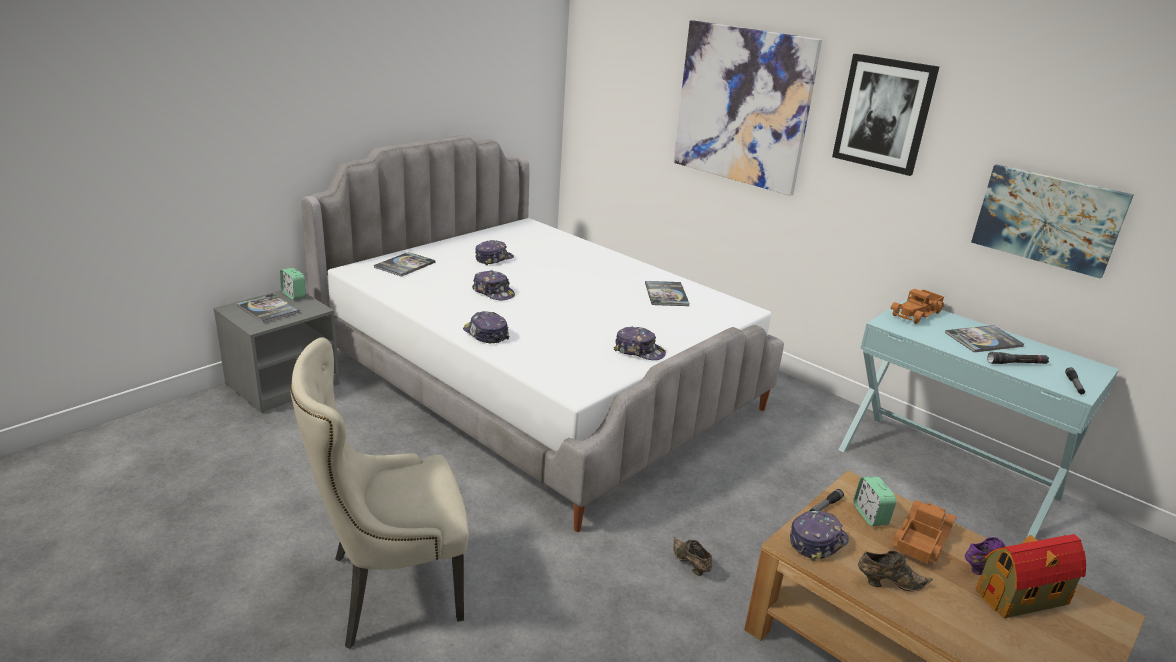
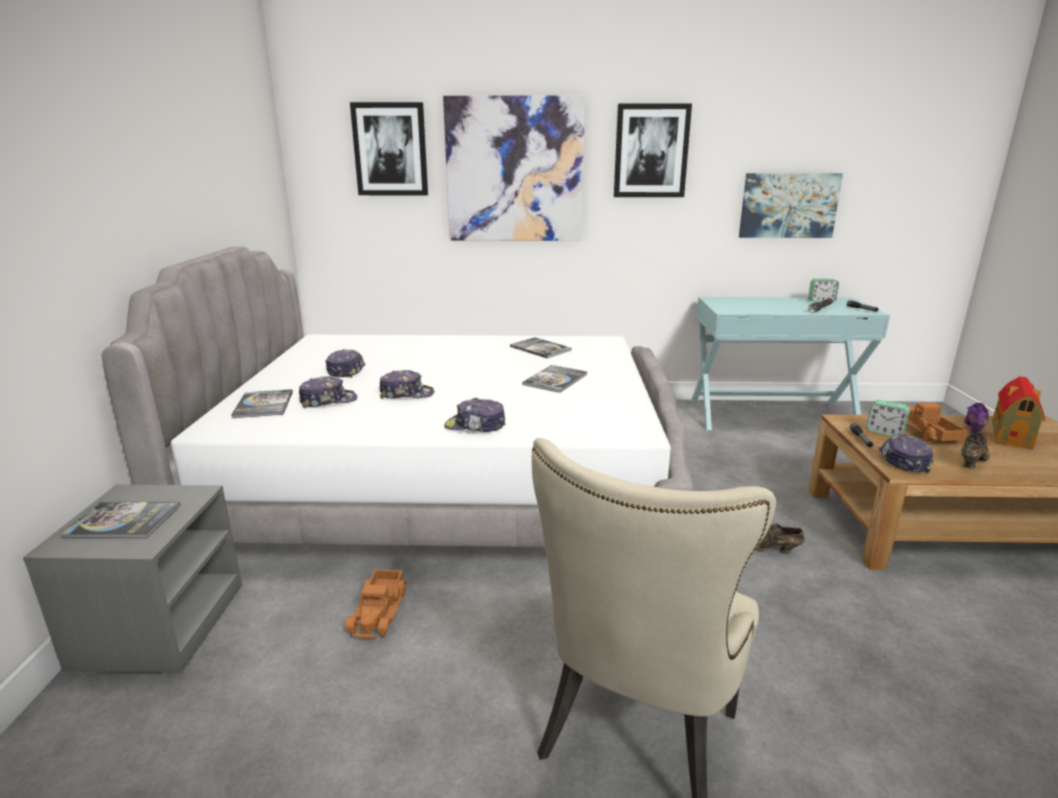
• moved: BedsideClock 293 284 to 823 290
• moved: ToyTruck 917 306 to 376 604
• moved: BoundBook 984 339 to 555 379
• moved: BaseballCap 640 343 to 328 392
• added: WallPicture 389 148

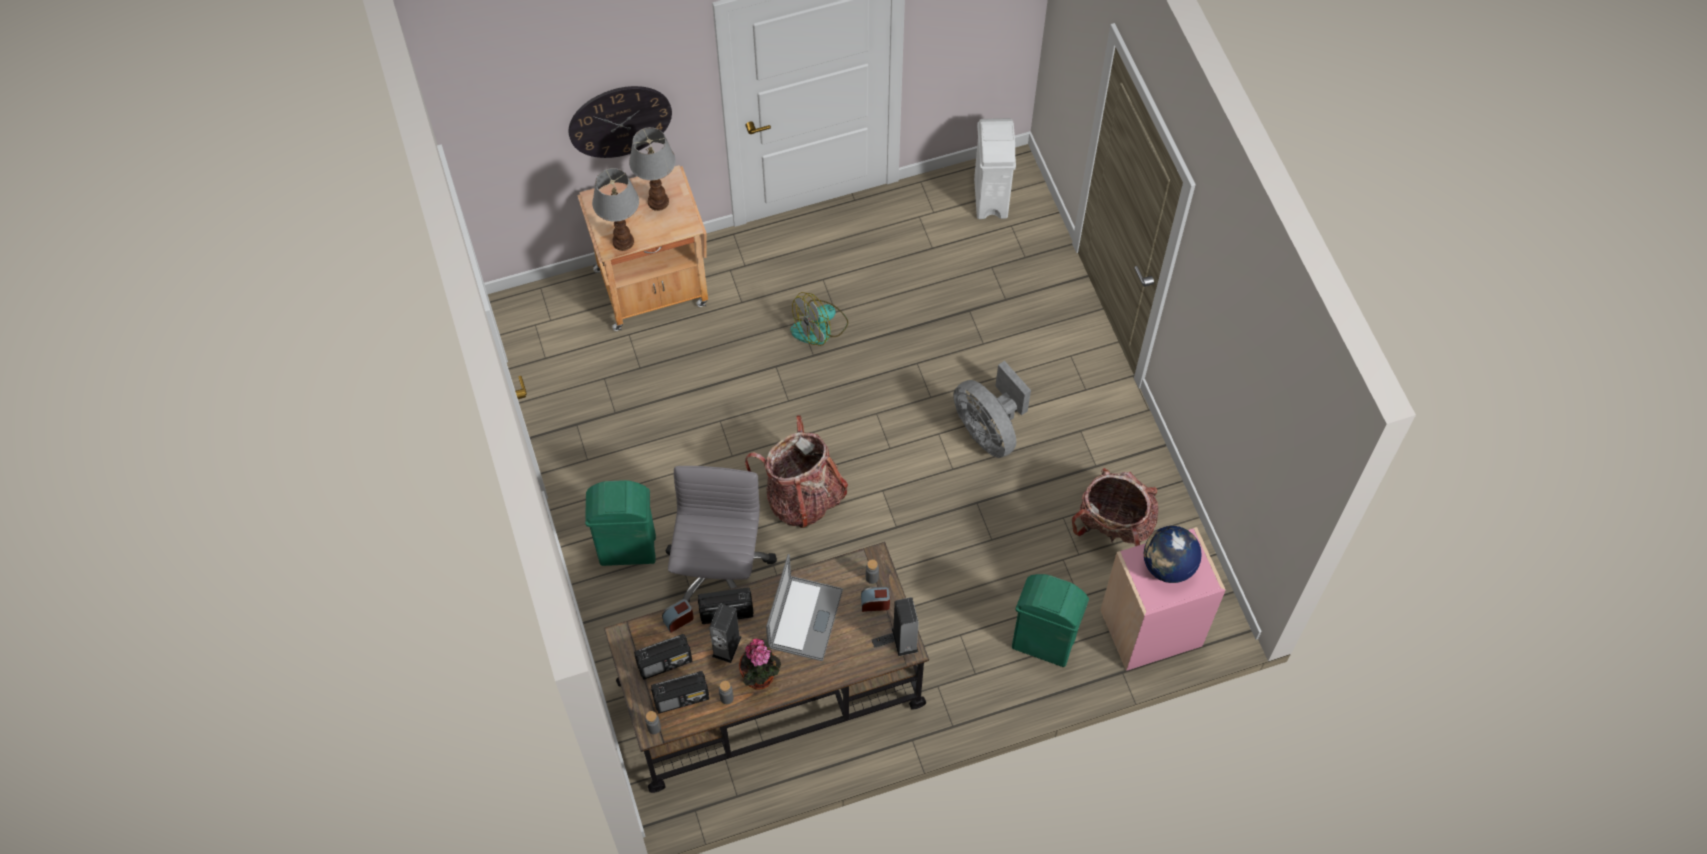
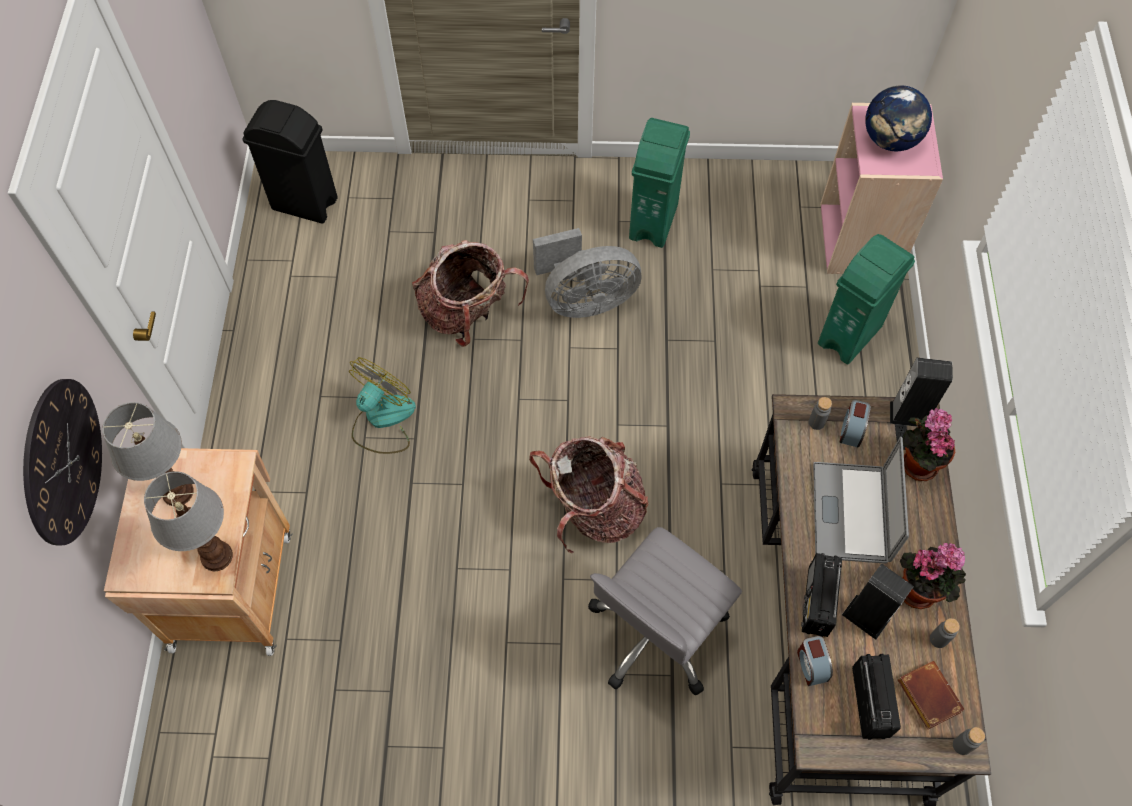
• recoloured: WhiteTrashCan 995 168 to BlackTrashCan 290 162
• turned: CoolingFan 819 319 = 382 405 135 degrees counterclockwise
• turned: GrayComputerChair 721 534 = 665 611 75 degrees counterclockwise
• moved: Backpack 1115 507 to 470 293
• moved: GreenColouredTrashCan 620 523 to 659 183
• turned: NotebookComputer 804 607 = 861 500 120 degrees counterclockwise
• replaced: RadioReceiver 680 692 to BrownBoundBook 931 695
• added: PottedPlant 929 444

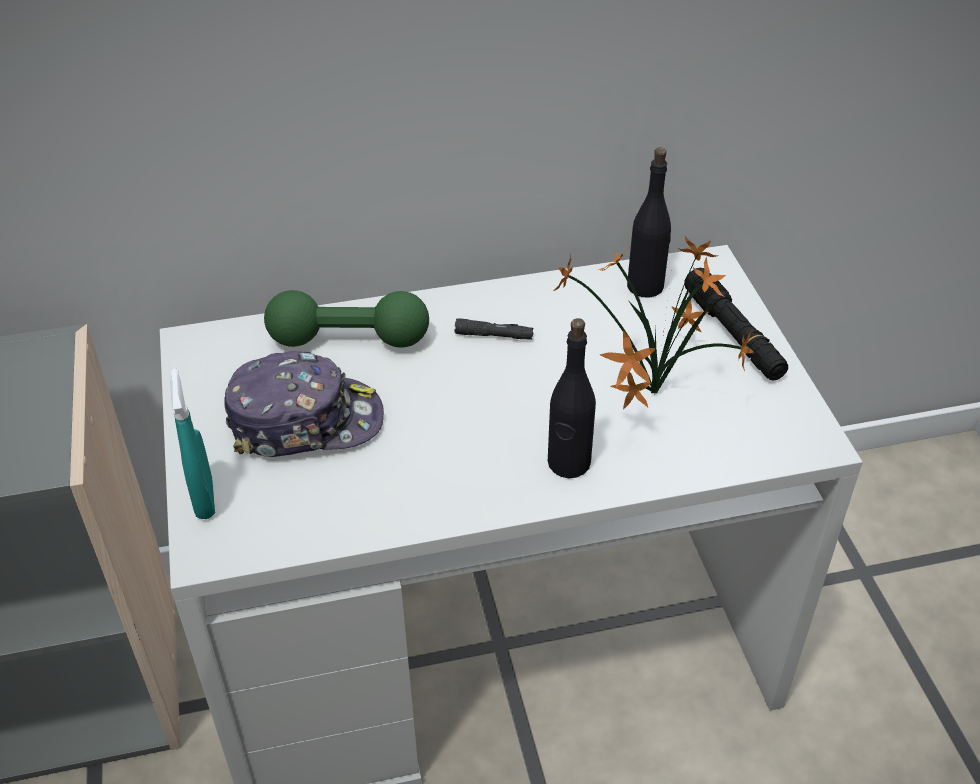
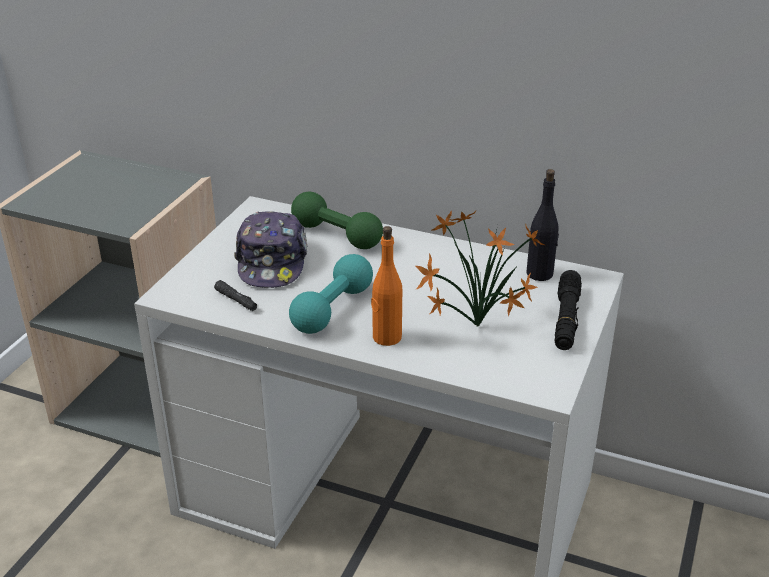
• moved: BlackTorch 494 329 to 235 295
• recoloured: BlackBottle 572 398 to OrangeBottle 386 286
• turned: BaseballCap 304 404 = 270 249 60 degrees clockwise
• removed: TurquoiseColouredHandSprayer 192 443
• added: TurquoiseColouredDumbbell 331 294

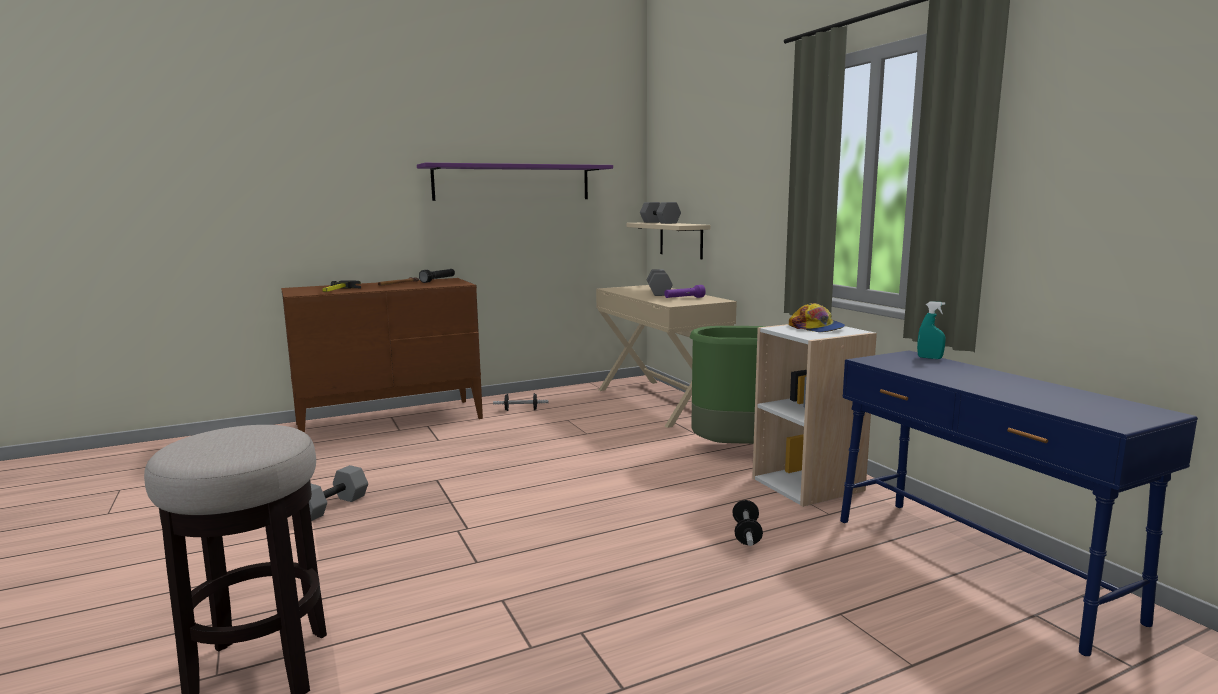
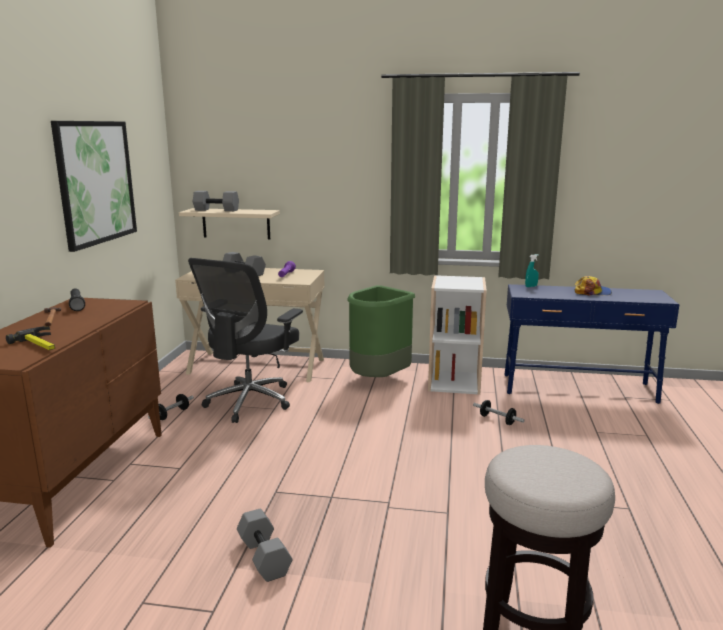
• replaced: PurpleColouredWallShelf 515 182 to WallPicture 94 186
• moved: BaseballCap 817 317 to 593 286
• added: ComputerChair 245 340

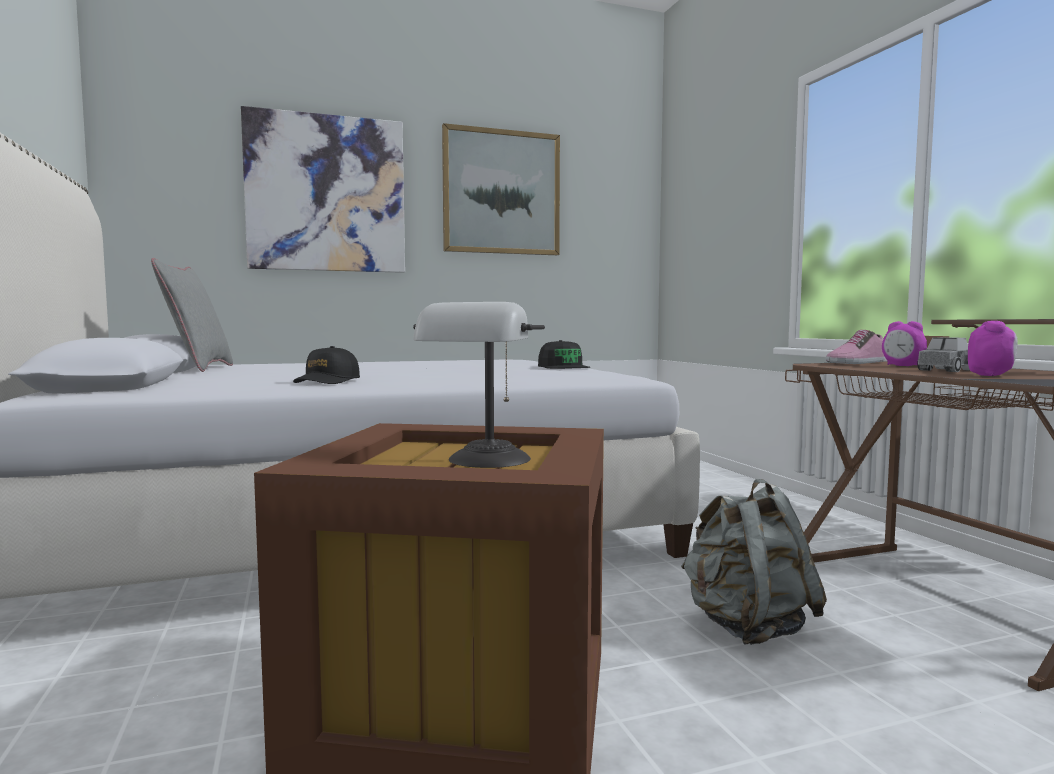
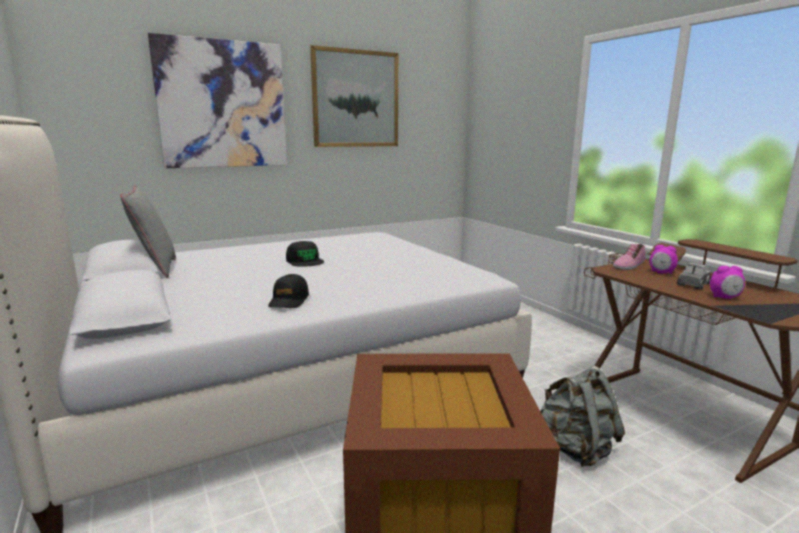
• removed: LampForATable 479 385
• turned: BedsideClock 993 348 = 727 282 75 degrees clockwise
• moved: BlackBaseballCap 564 354 to 305 254

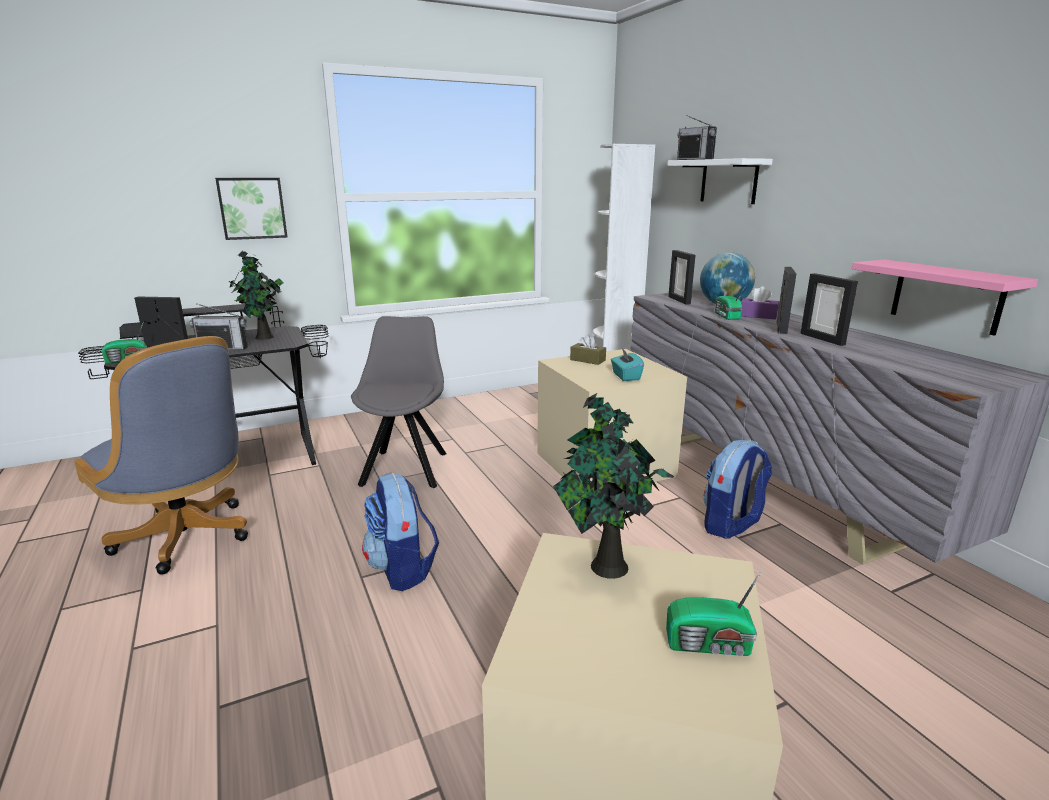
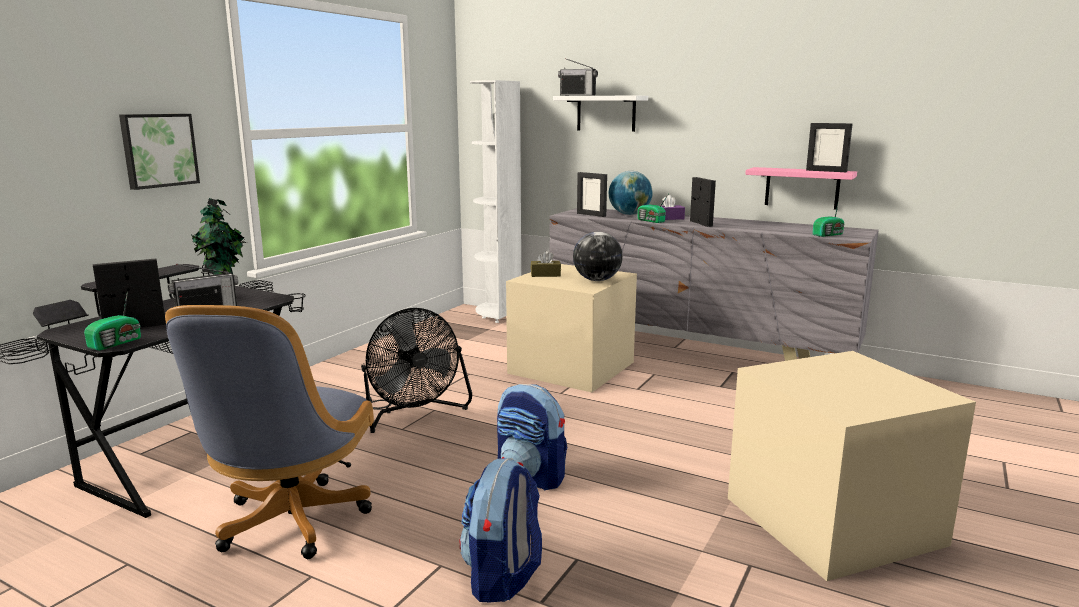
• moved: PictureFrame 829 309 to 829 147
• replaced: GrayChair 399 402 to BlackCoolingFan 416 370
• turned: BlueColouredComputerChair 161 455 = 269 432 90 degrees clockwise
• replaced: TurquoiseColouredTissueHolder 627 365 to WorldGlobe 598 256
• removed: PottedPlant 613 486
• moved: Backpack 738 489 to 501 530
• moved: RadioReceiver 714 613 to 828 219

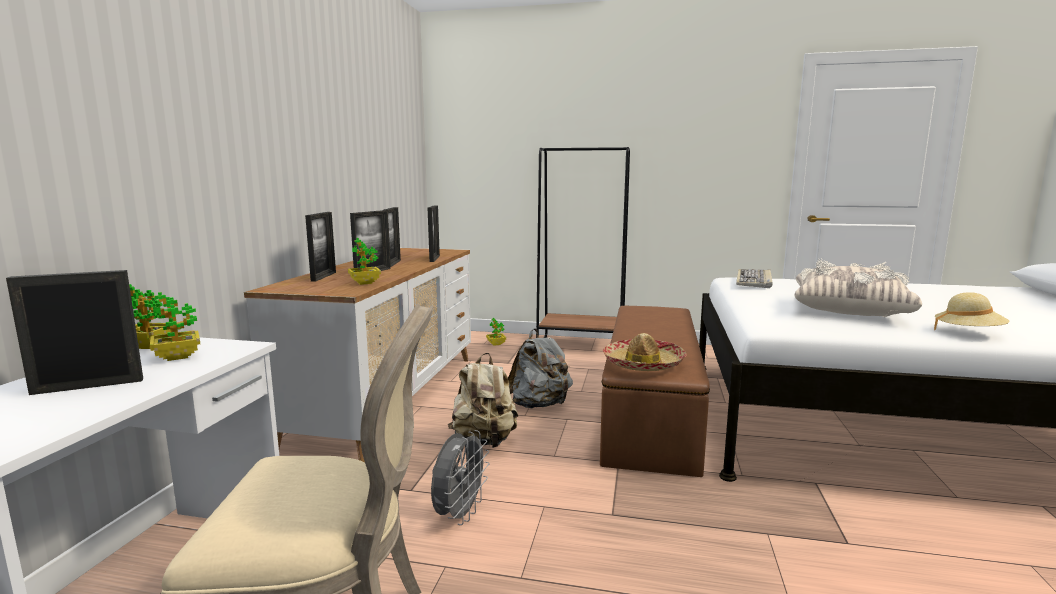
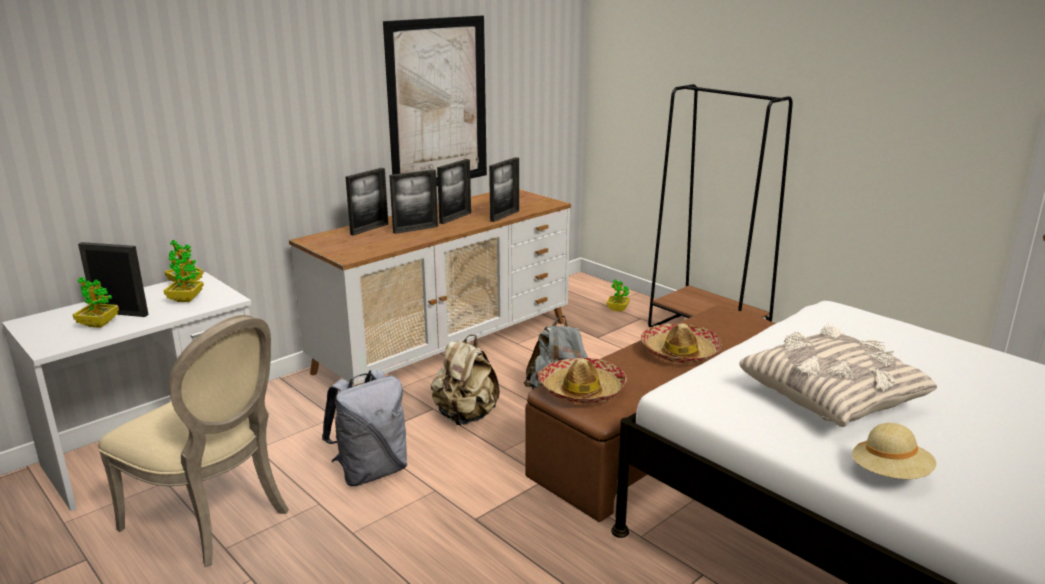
• moved: PottedPlant 364 261 to 95 302
• removed: PcKeyboard 754 278
• replaced: GrayCoolingFan 460 477 to GrayBackpack 365 428
• added: WallPicture 435 100
• added: Hat 681 343

